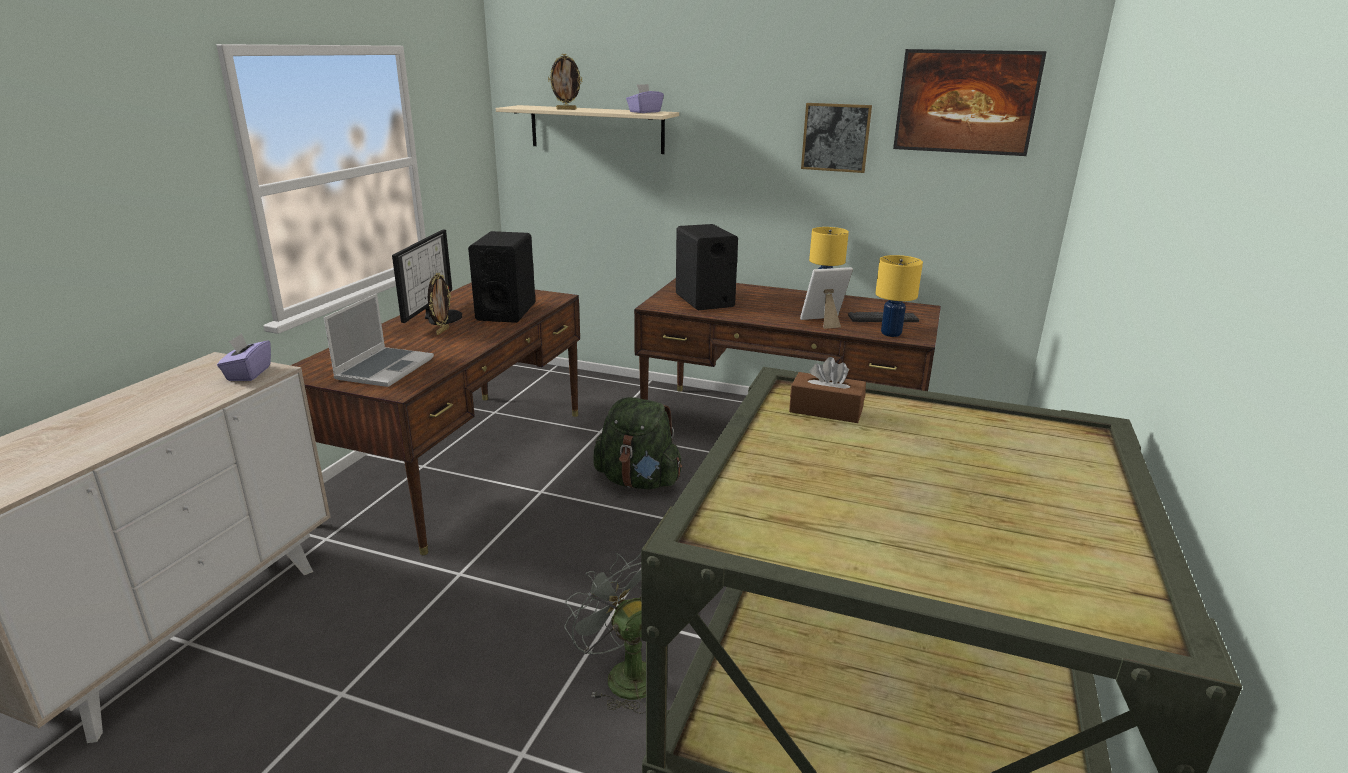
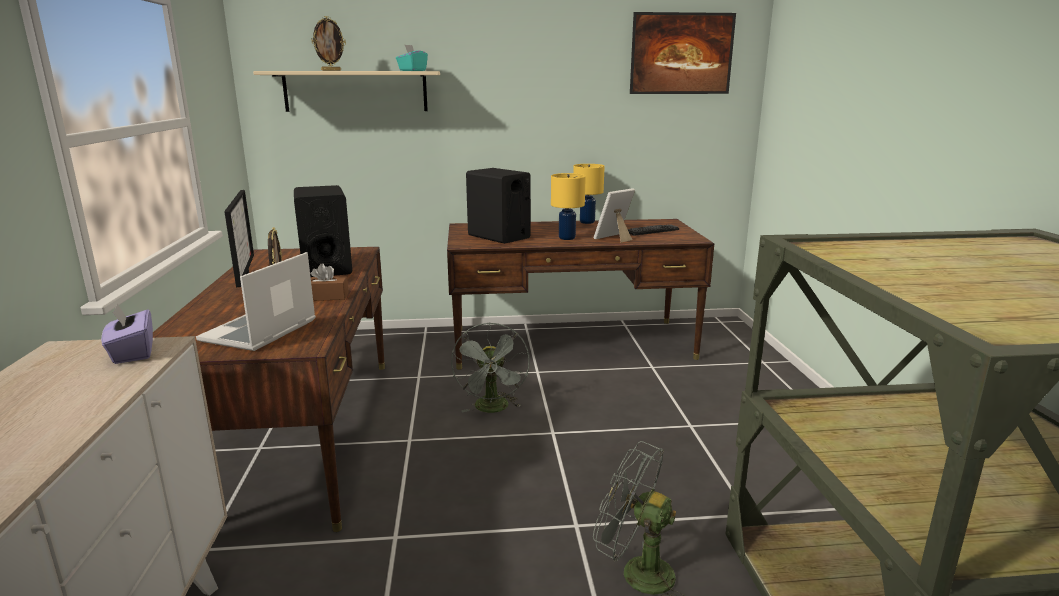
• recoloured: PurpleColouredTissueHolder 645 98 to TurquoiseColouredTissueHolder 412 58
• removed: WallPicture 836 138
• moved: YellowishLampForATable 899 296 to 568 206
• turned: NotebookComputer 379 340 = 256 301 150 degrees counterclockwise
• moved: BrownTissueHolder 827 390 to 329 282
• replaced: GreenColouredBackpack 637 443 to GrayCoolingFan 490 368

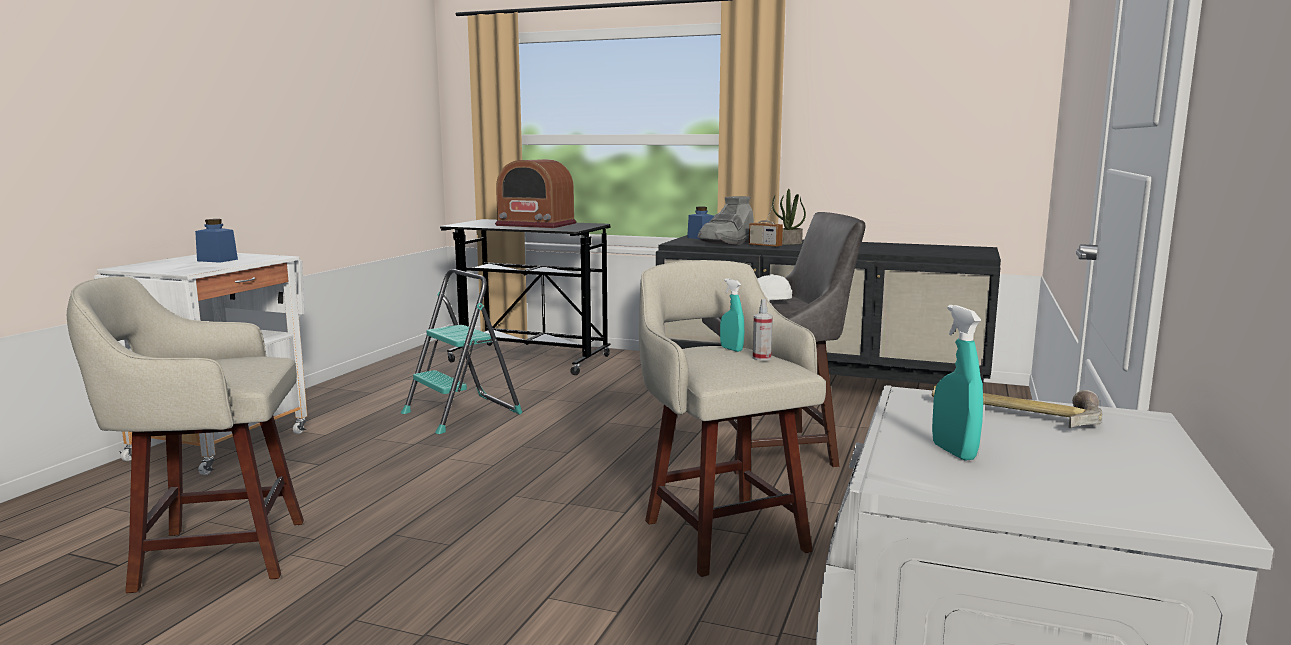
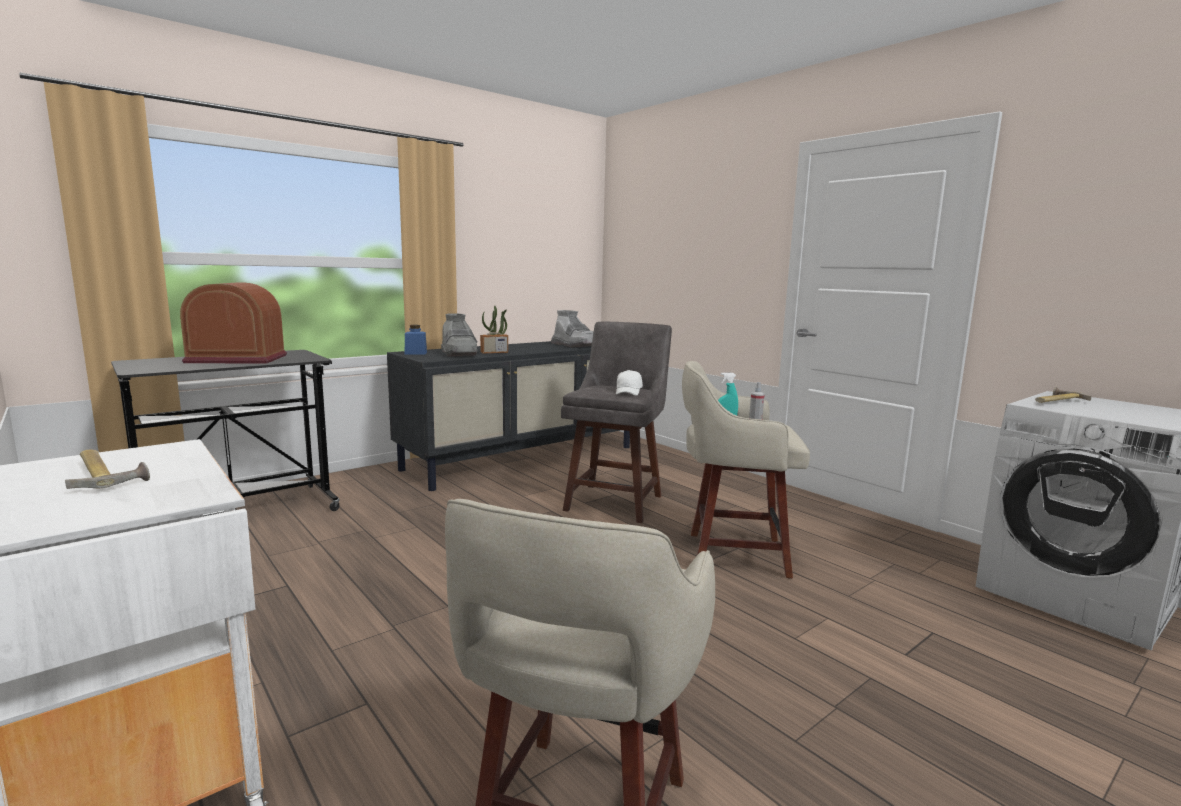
• turned: RadioReceiver 536 193 = 233 322 150 degrees counterclockwise
• replaced: BlueColouredPreserveJar 216 241 to ToolHammer 107 469
• removed: TurquoiseColouredStepStool 461 351
• removed: TurquoiseColouredHandSprayer 957 383
• added: GrayTallBoot 572 328

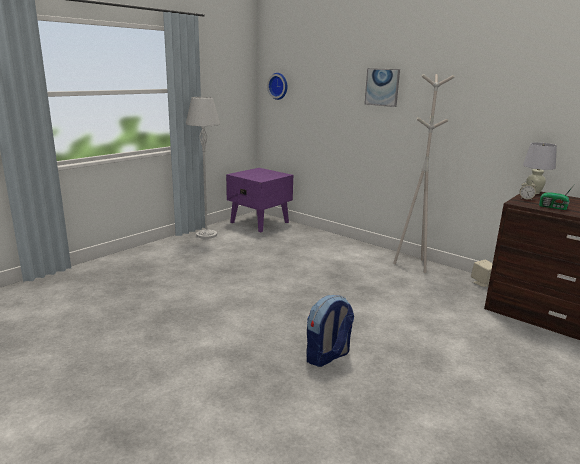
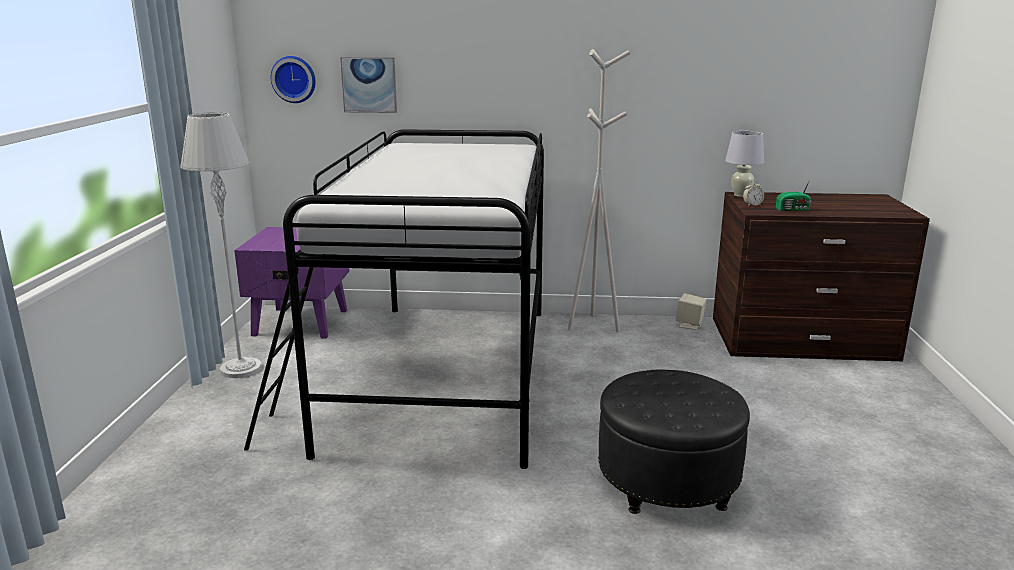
• moved: WallPicture 382 87 to 368 85
• replaced: Backpack 330 331 to BlackPouffe 674 441
• added: BlackSleepingBed 394 299

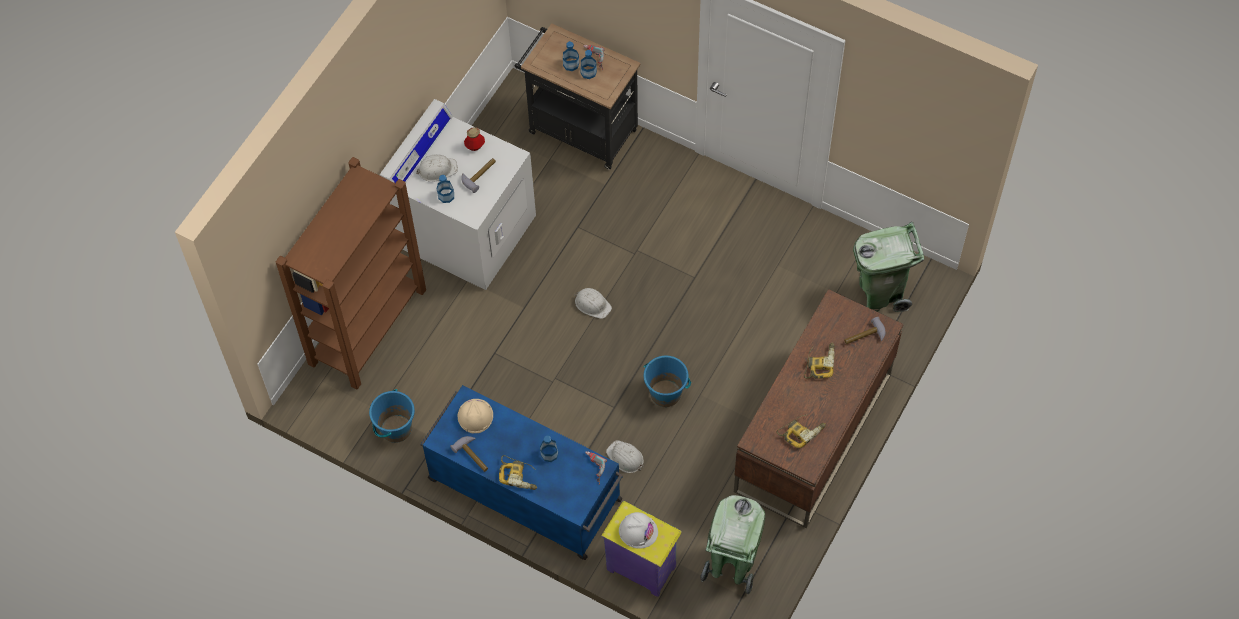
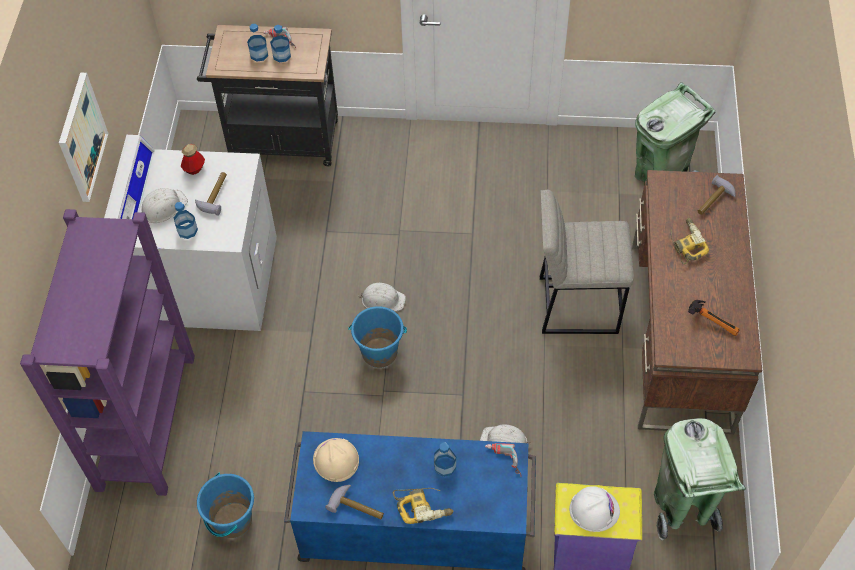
• recoloured: BrownBookshelf 351 273 to PurpleColouredBookshelf 107 352
• moved: BlueColouredWaterBucket 667 381 to 377 337
• replaced: PowerDrill 801 431 to ToolHammer 714 318
• added: WallPicture 83 137
• added: GrayChair 586 261

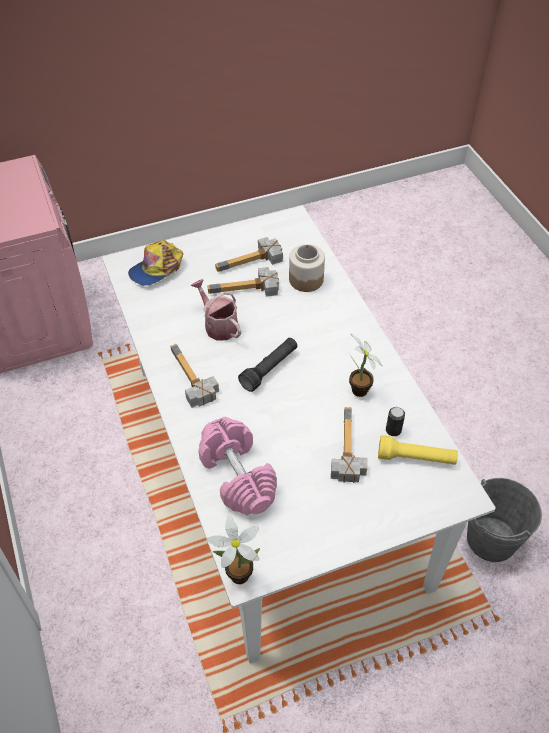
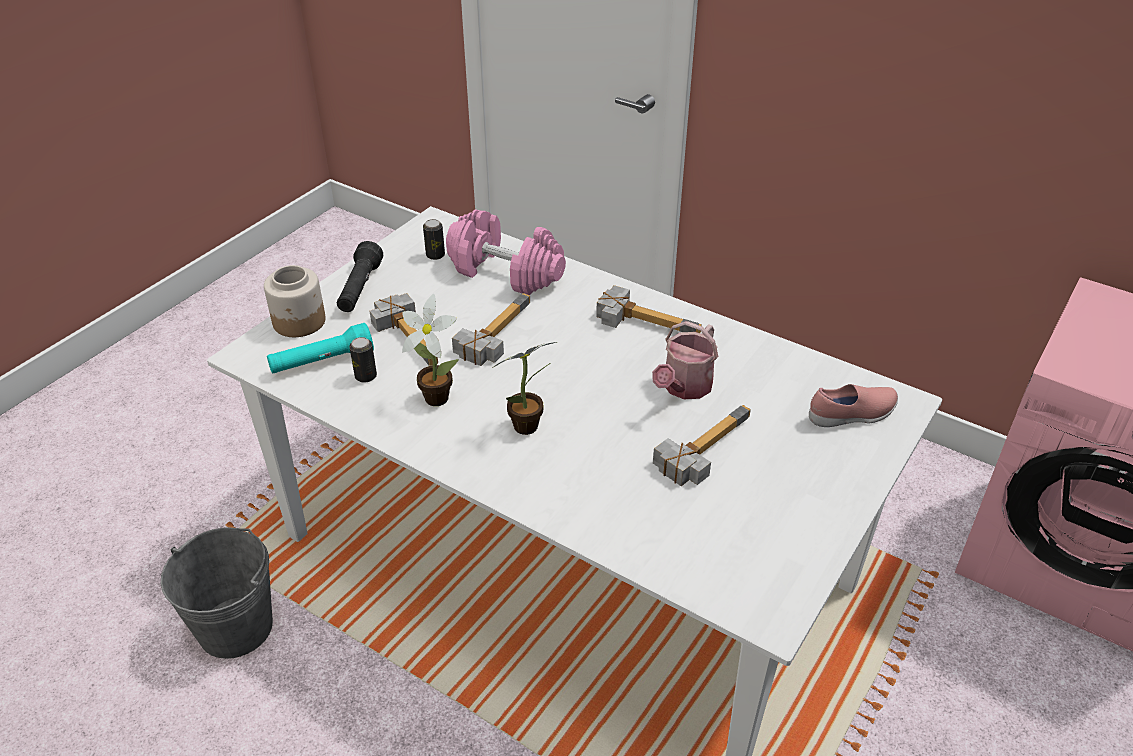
• moved: ToolHammer 249 254 to 491 329
• replaced: BaseballCap 155 263 to PinkItemOfFootwear 853 405
• moved: PreserveJar 307 268 to 295 301
• turned: WateringPot 216 310 = 685 360 105 degrees clockwise
• moved: BlackTorch 267 365 to 360 276
• recoloured: YellowishTorch 418 450 to TurquoiseColouredTorch 320 348
• moved: PottedPlant 233 549 to 524 388
• added: MetalCan 434 239

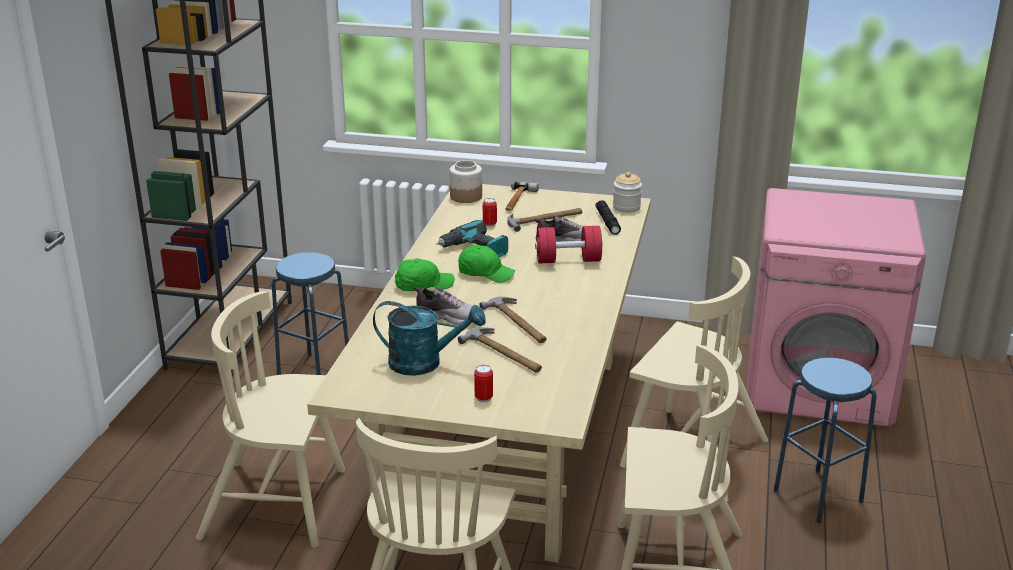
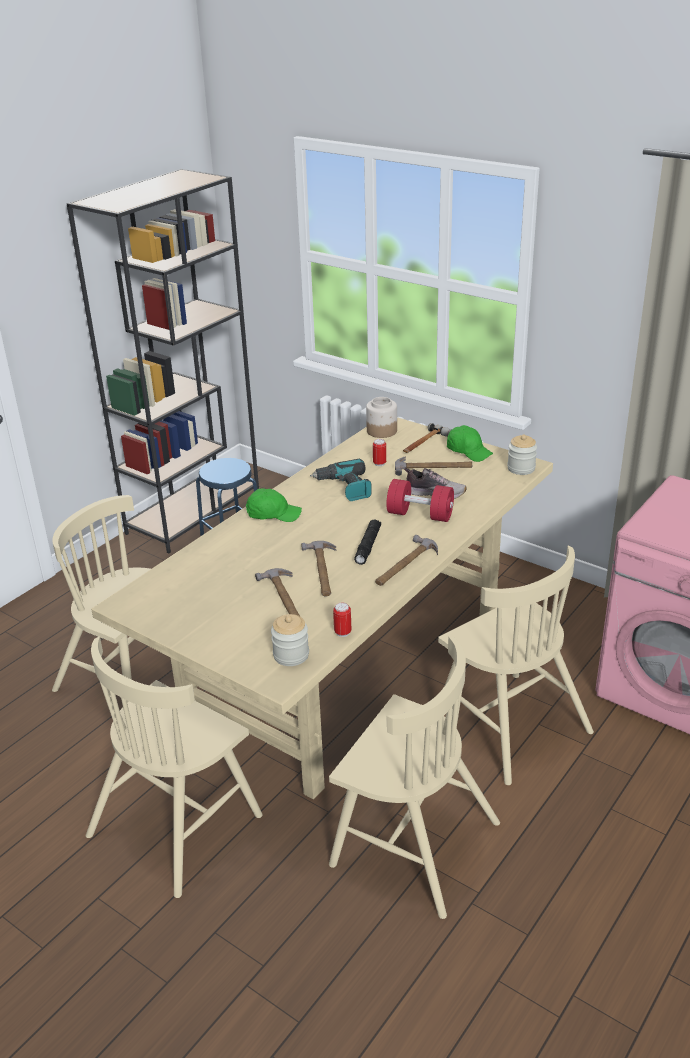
• moved: BlackTorch 608 217 to 367 542
• moved: GreenColouredBaseballCap 486 263 to 470 443
• removed: ItemOfFootwear 448 305
• removed: TurquoiseColouredWateringPot 429 338
• removed: BlueColouredSittingStool 825 440
• moved: MetalCan 483 383 to 342 619
• added: ToolHammer 406 560
• added: PreserveJar 290 640

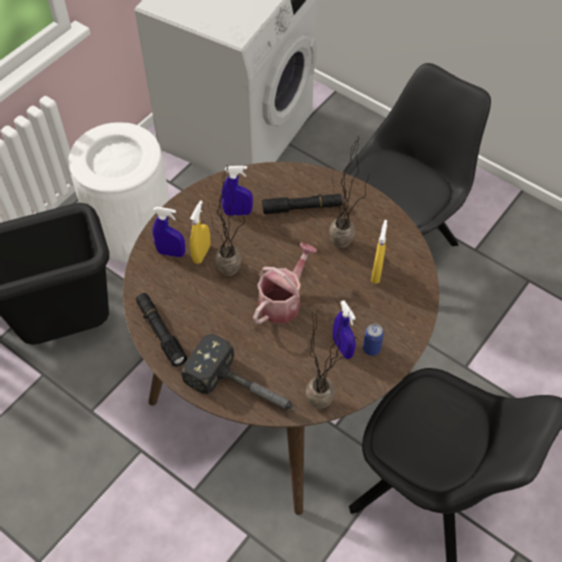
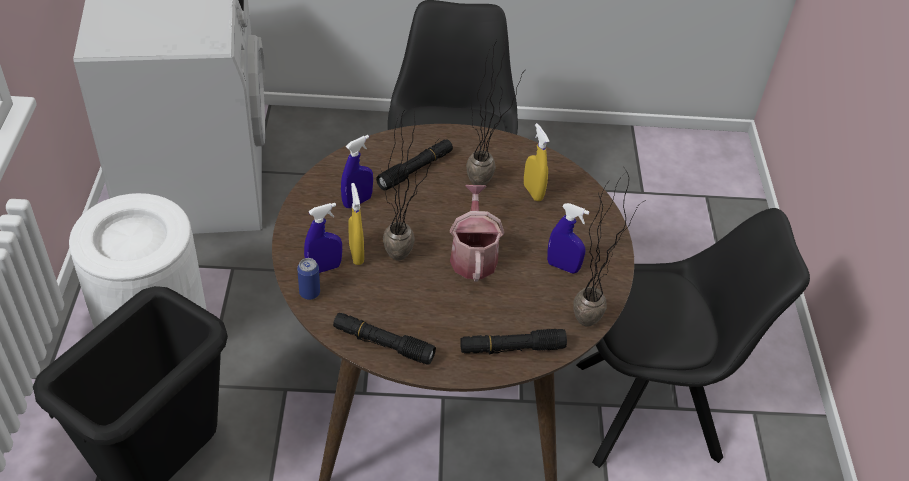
• moved: MetalCan 373 340 to 308 279
• replaced: ToolHammer 239 372 to BlackTorch 513 342

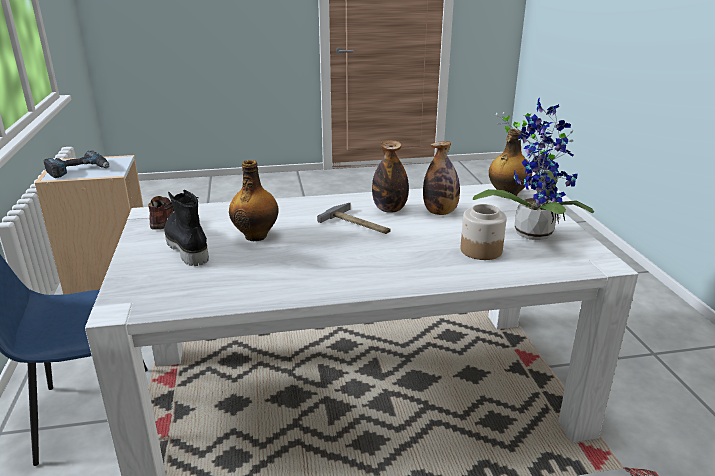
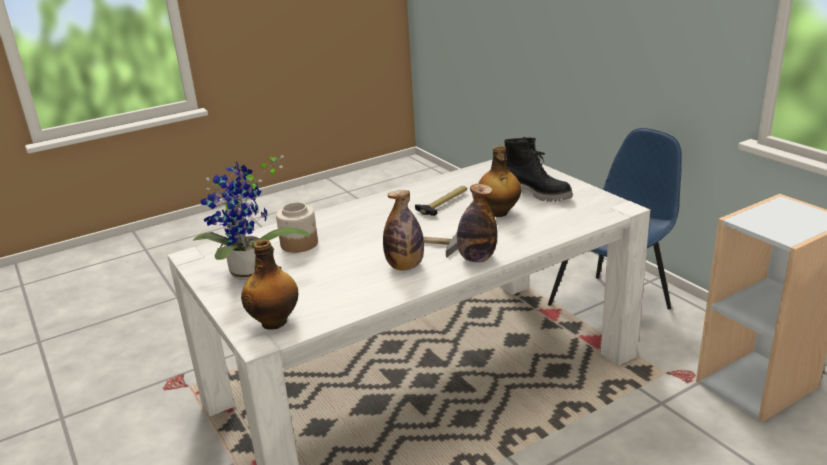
• moved: Bottle 441 178 to 477 223
• removed: PowerDrill 76 164
• removed: BrownItemOfFootwear 160 213
• added: ToolHammer 441 201

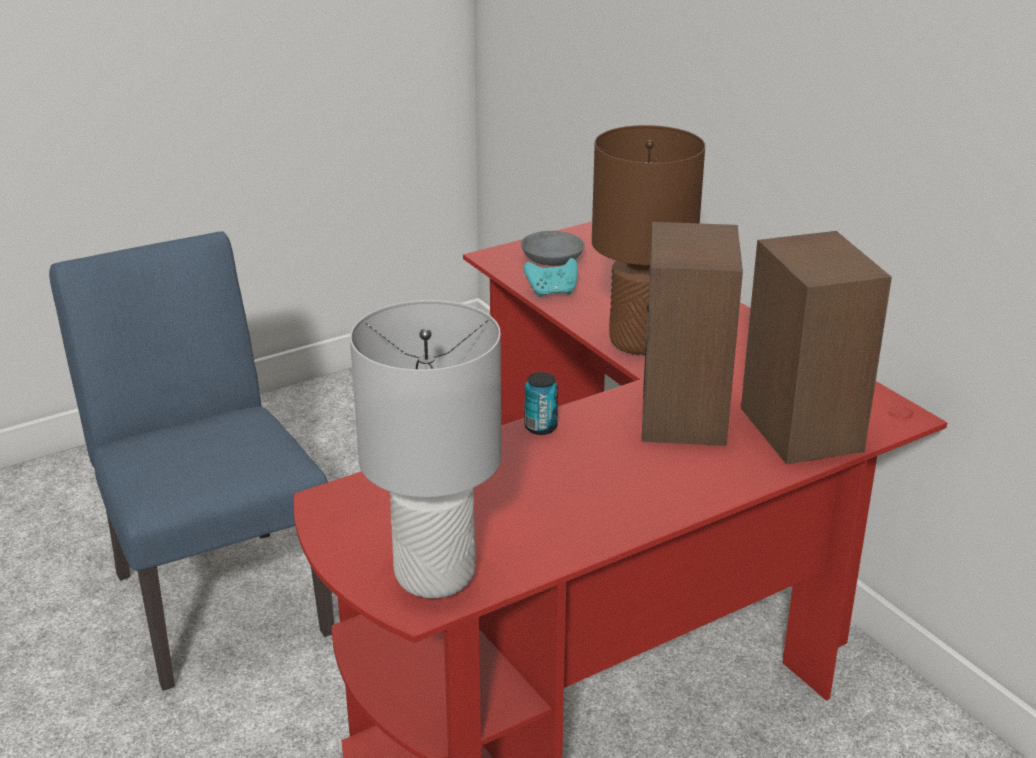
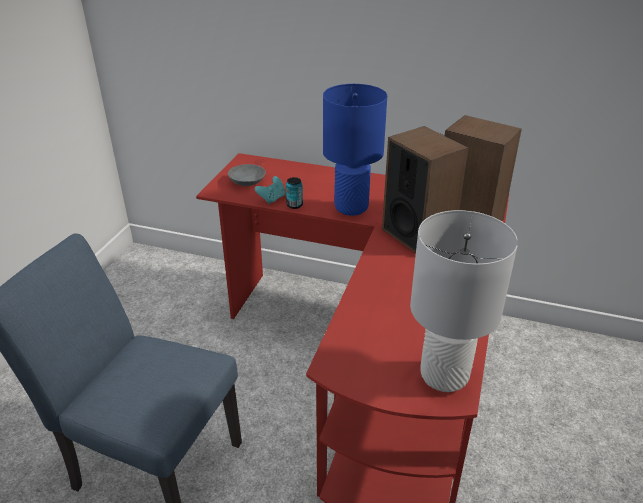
• recoloured: BrownLampForATable 648 240 to BlueColouredLampForATable 355 150
• moved: MetalCan 541 403 to 294 193

